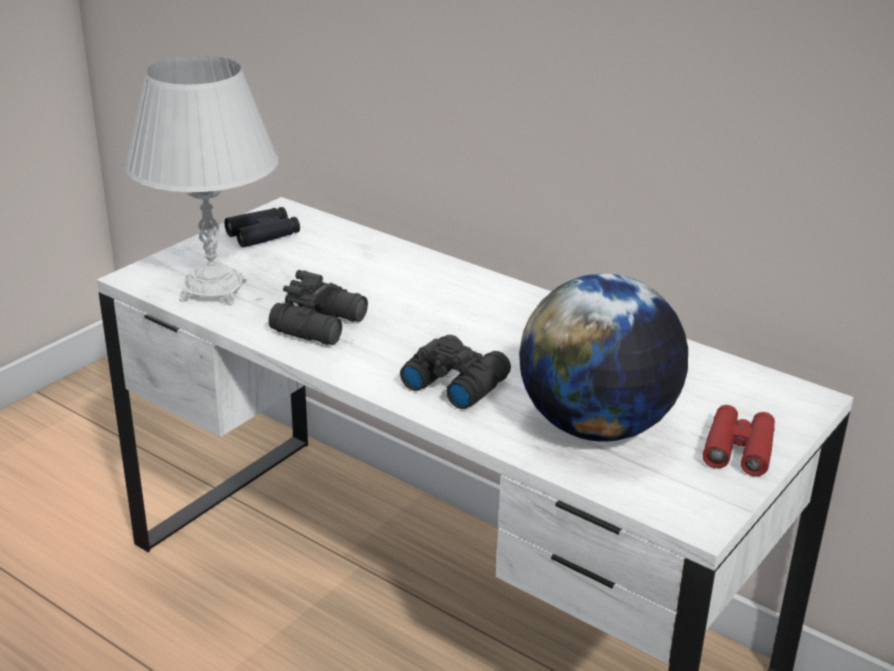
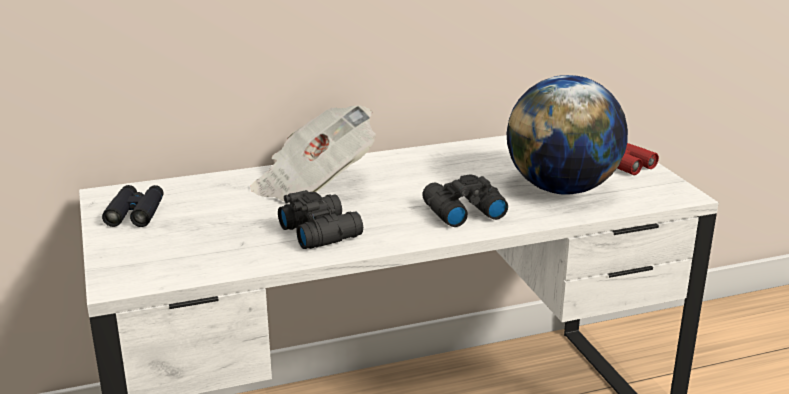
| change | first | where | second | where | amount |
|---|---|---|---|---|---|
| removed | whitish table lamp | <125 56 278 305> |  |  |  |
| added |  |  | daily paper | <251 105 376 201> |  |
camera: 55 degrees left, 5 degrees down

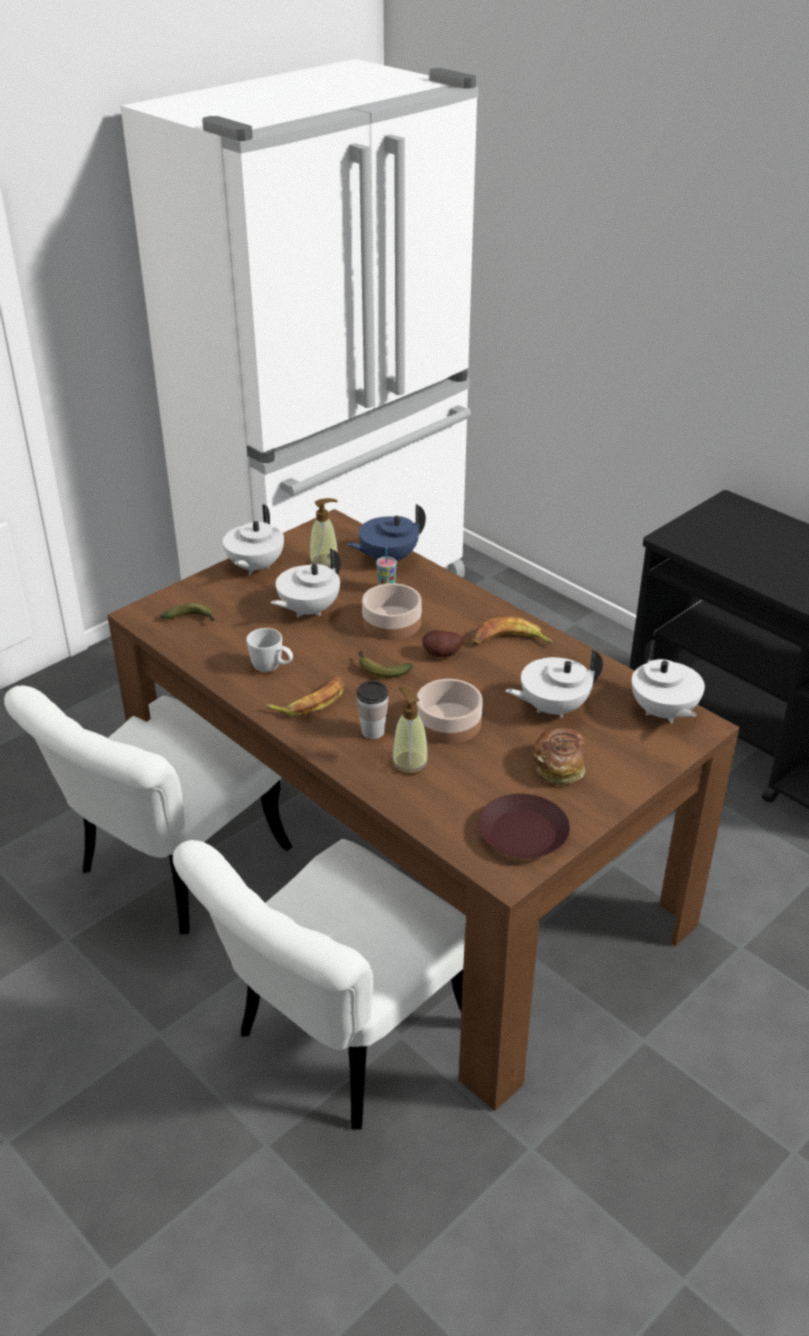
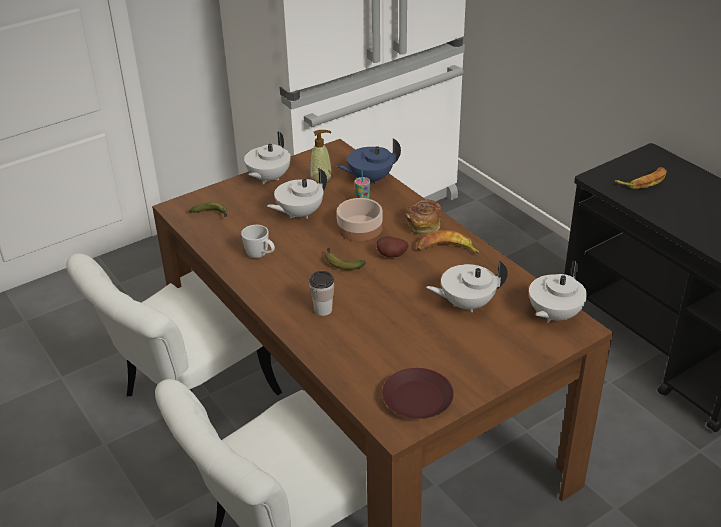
| change | first | where | second | where | amount |
|---|---|---|---|---|---|
| moved | whole banana | <265 677 345 717> |  | <615 167 667 189> |  |
| removed | soap bottle | <392 686 429 775> |  |  |  |
| removed | serving bowl | <416 679 483 744> |  |  |  |
| moved | bakery bread | <533 728 587 785> |  | <406 199 442 235> |  |
| turned | whitish pot for tea | <632 640 705 723> |  | <529 260 587 323> | 45 degrees clockwise |
camera: 10 degrees right, 0 degrees up

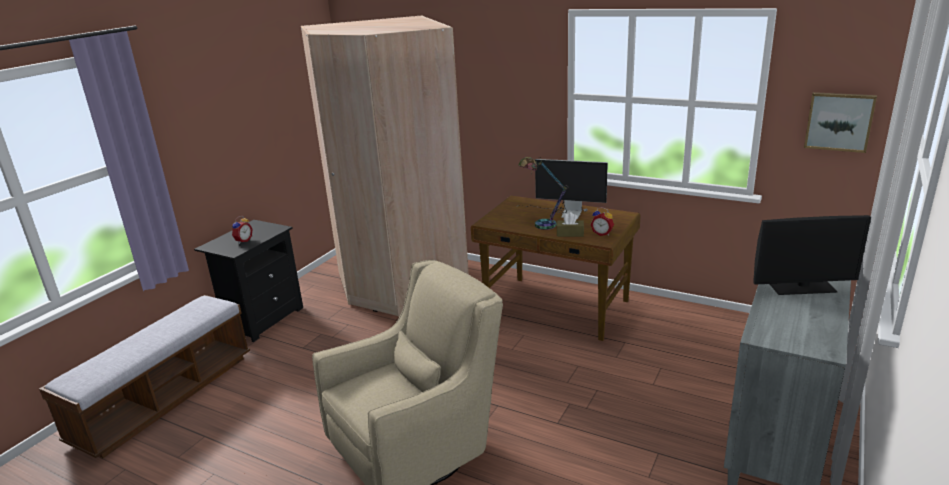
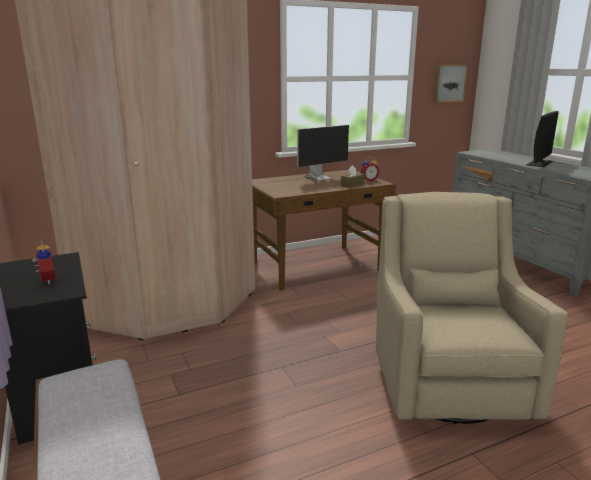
| change | first | where | second | where | amount |
|---|---|---|---|---|---|
| removed | table lamp | <518 157 568 230> |  |  |  |
camera: 55 degrees left, 5 degrees down

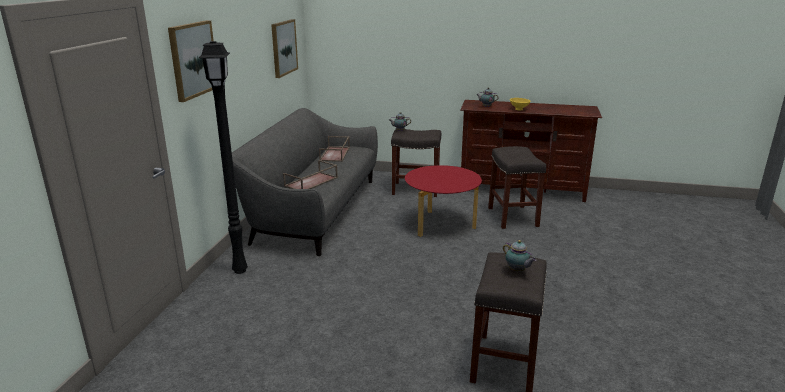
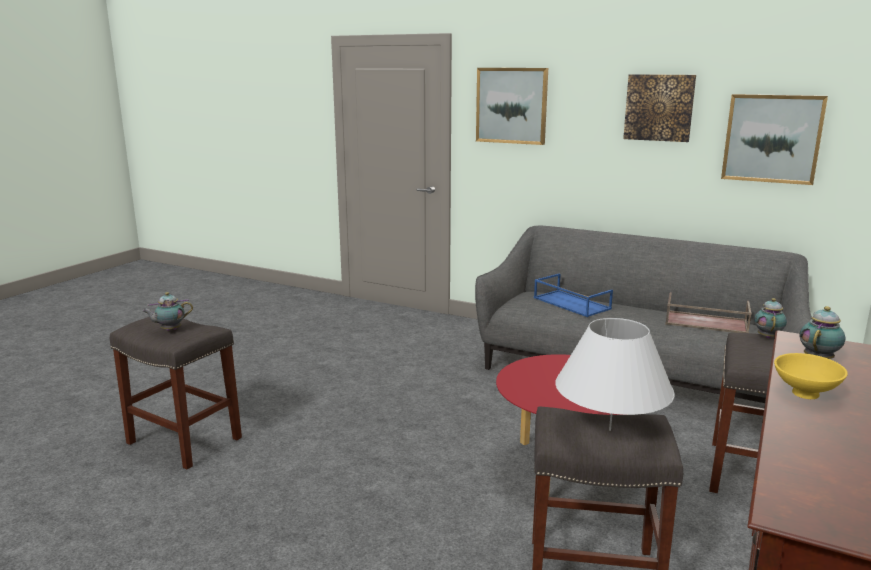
| change | first | where | second | where | amount |
|---|---|---|---|---|---|
| removed | black-coloured standard lamp | <199 41 248 274> |  |  |  |
| recoloured | brownish carrying tray | <283 160 338 189> | bluish carrying tray | <534 273 613 317> |  |
| added |  |  | whitish table lamp | <555 318 675 431> |  |
| added |  |  | wall art | <623 74 696 142> |  |
camera: 105 degrees right, 5 degrees down

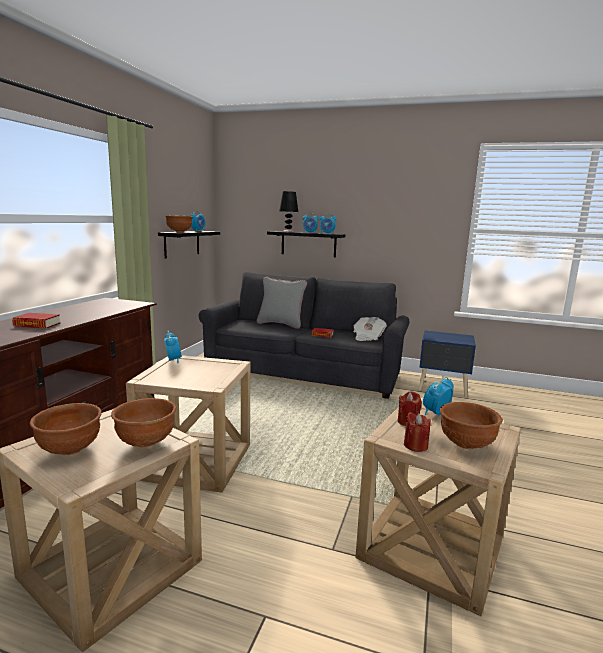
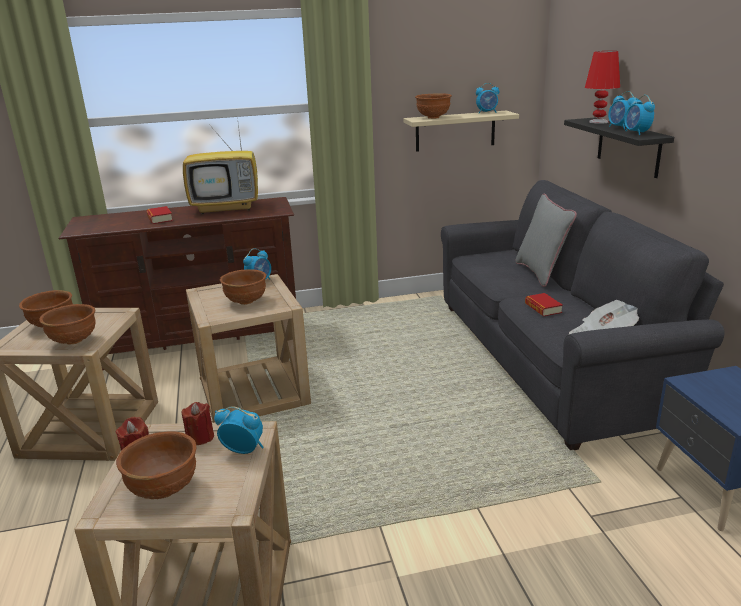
| change | first | where | second | where | amount |
|---|---|---|---|---|---|
| recoloured | black-coloured bracket shelf | <158 231 220 259> | beige-coloured bracket shelf | <404 111 519 152> |  |
| recoloured | black-coloured table lamp | <279 191 298 232> | red table lamp | <585 51 620 124> |  |
| added |  |  | television | <183 117 258 214> |  |
| added |  |  | brownish serving bowl | <220 269 266 305> |  |
camera: 60 degrees right, 10 degrees up

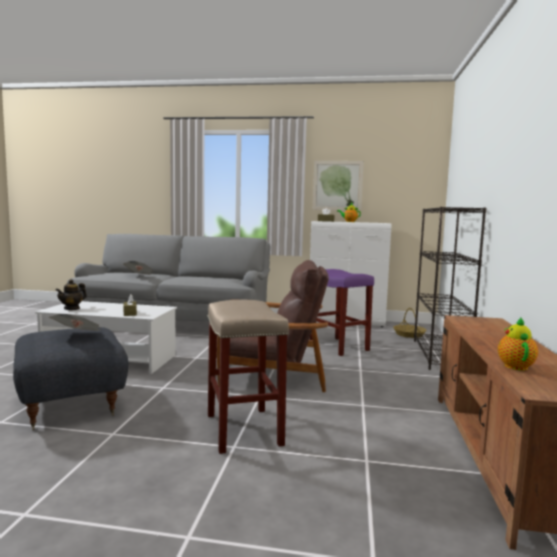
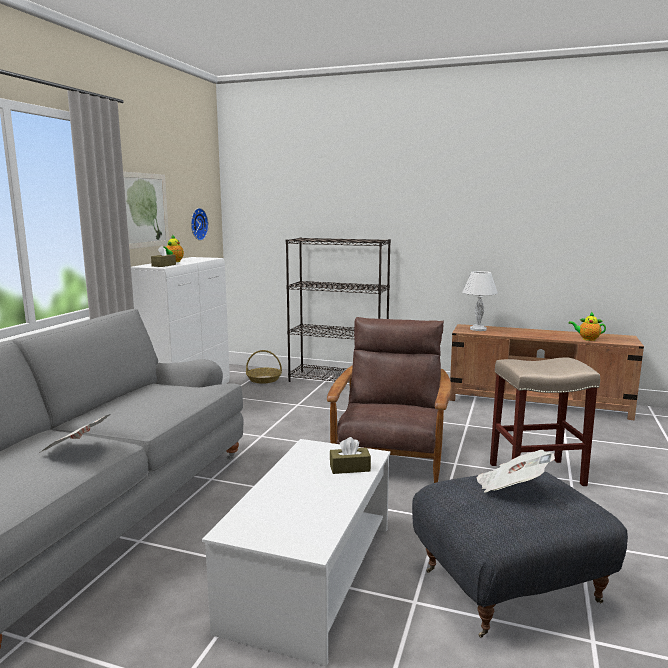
| change | first | where | second | where | amount |
|---|---|---|---|---|---|
| removed | pot for tea | <56 279 87 310> |  |  |  |
| removed | purple-coloured stool seat | <310 269 374 356> |  |  |  |
| added |  |  | clock on the wall | <191 208 209 241> |  |
| added |  |  | whitish table lamp | <463 271 498 331> |  |
camera: 80 degrees left, 5 degrees up

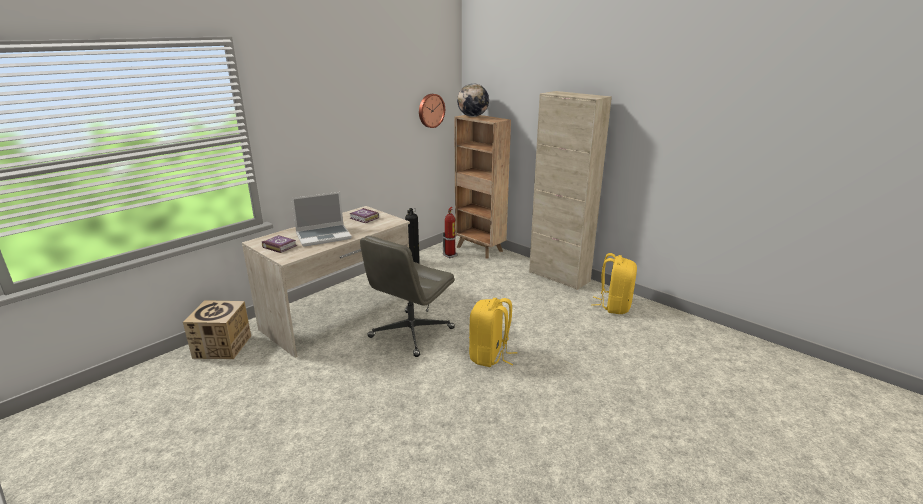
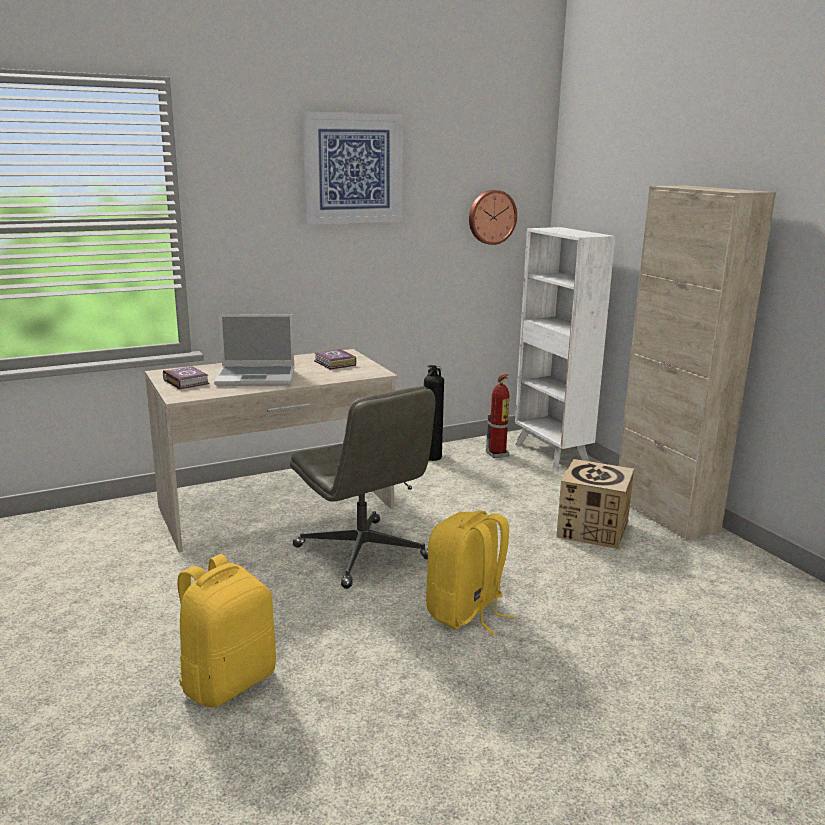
| change | first | where | second | where | amount |
|---|---|---|---|---|---|
| moved | packing box | <183 300 251 359> |  | <556 459 634 549> |  |
| turned | gray computer chair | <360 236 455 357> |  | <290 386 436 589> | 90 degrees counterclockwise |
| recoloured | brownish bookcase | <454 115 511 259> | whitish bookcase | <515 227 615 468> |  |
| removed | globe | <457 83 489 117> |  |  |  |
| moved | yellow-coloured backpack | <591 253 637 314> |  | <177 554 276 707> |  |
| added |  |  | wall art | <302 111 403 225> |  |
camera: 20 degrees right, 5 degrees down

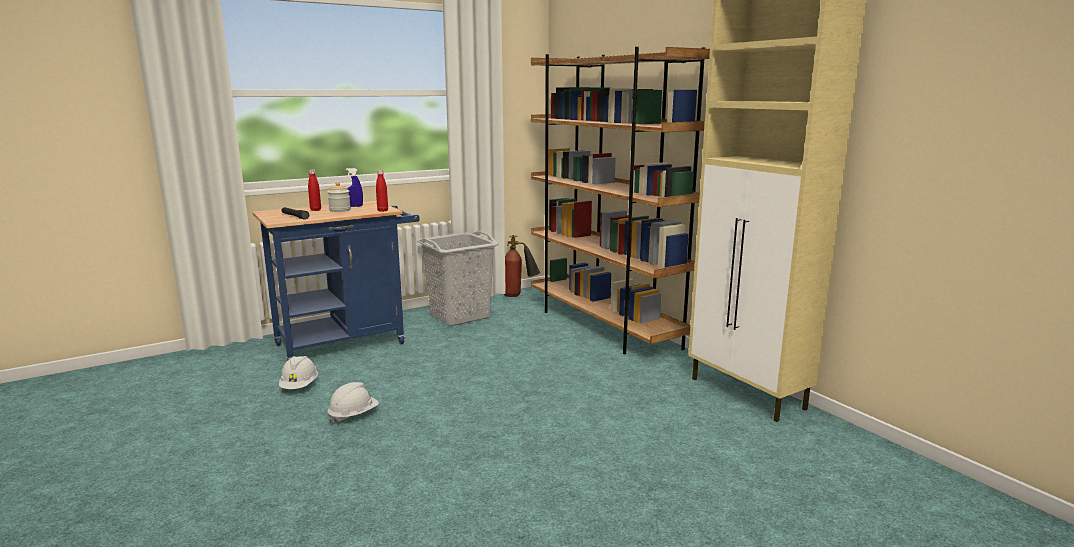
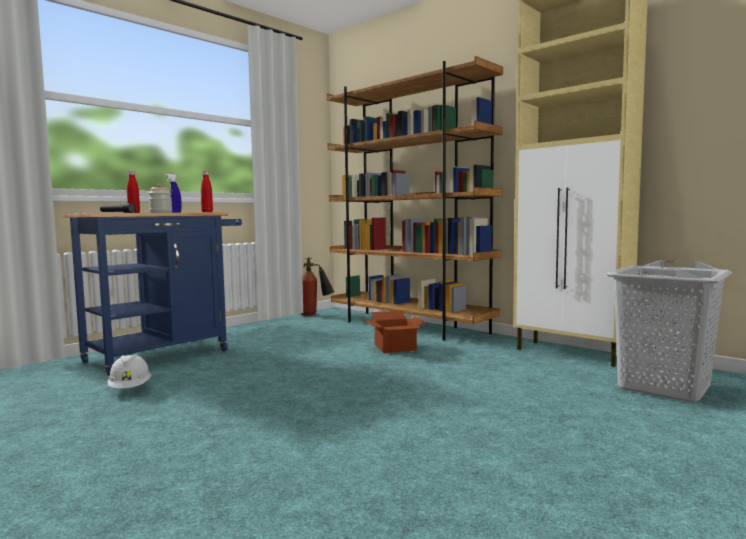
| change | first | where | second | where | amount |
|---|---|---|---|---|---|
| removed | whitish work helmet | <327 382 379 424> |  |  |  |
| moved | gray washing basket | <417 231 499 326> |  | <606 260 732 402> |  |
| added |  |  | packing box | <364 310 427 353> |  |
camera: 15 degrees left, 10 degrees down

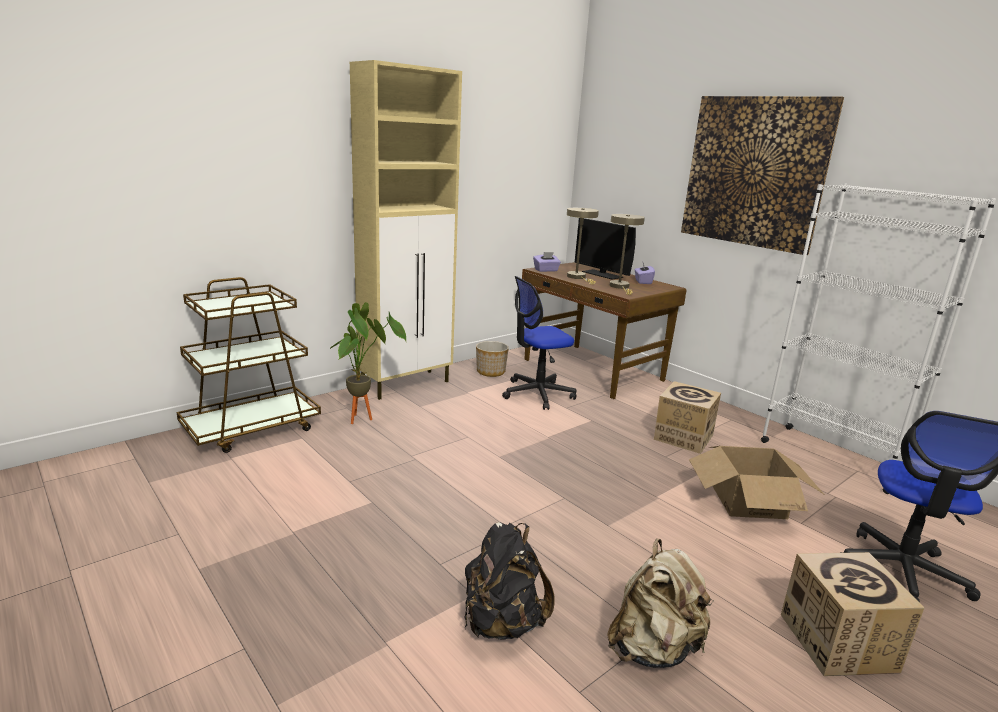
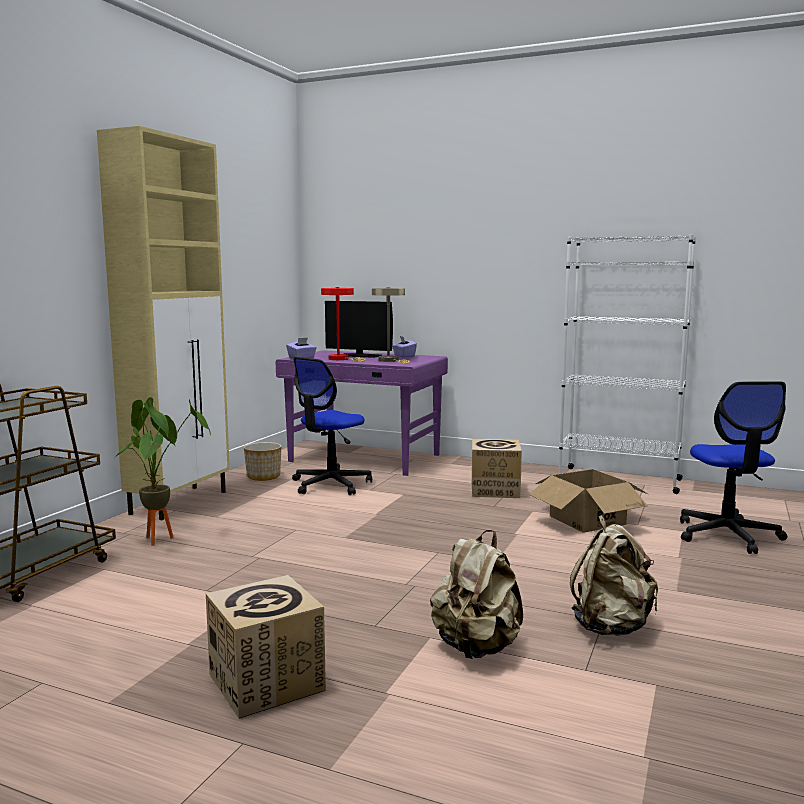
| change | first | where | second | where | amount |
|---|---|---|---|---|---|
| recoloured | black-coloured backpack | <464 522 554 640> | beige-coloured backpack | <430 530 523 659> |  |
| recoloured | brownish desk unit | <522 262 686 399> | purple-coloured desk unit | <276 350 448 476> |  |
| recoloured | beige-coloured table lamp | <567 208 599 284> | red table lamp | <321 287 365 362> |  |
| removed | wall art | <681 96 844 255> |  |  |  |
| moved | packing box | <781 552 925 676> |  | <206 575 326 719> |  |
camera: 25 degrees left, 10 degrees down

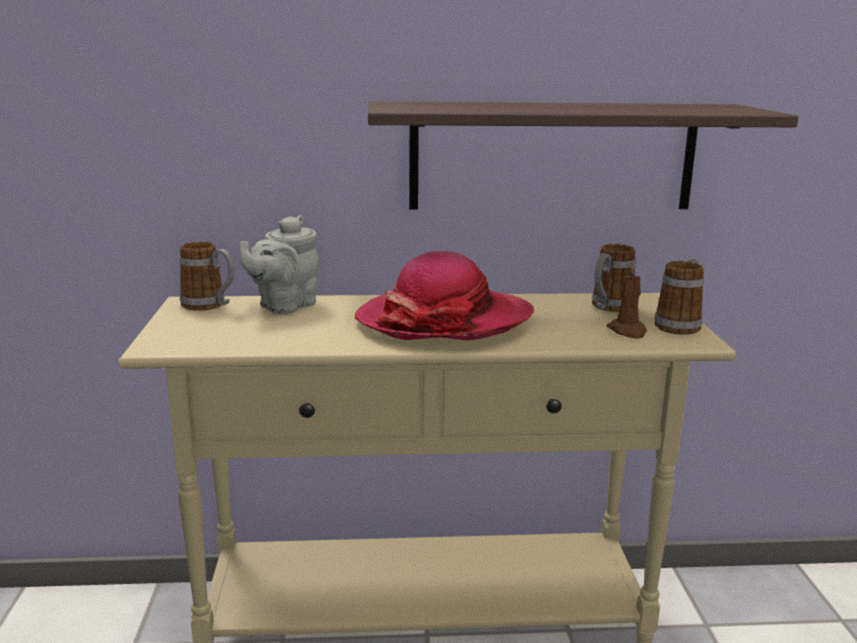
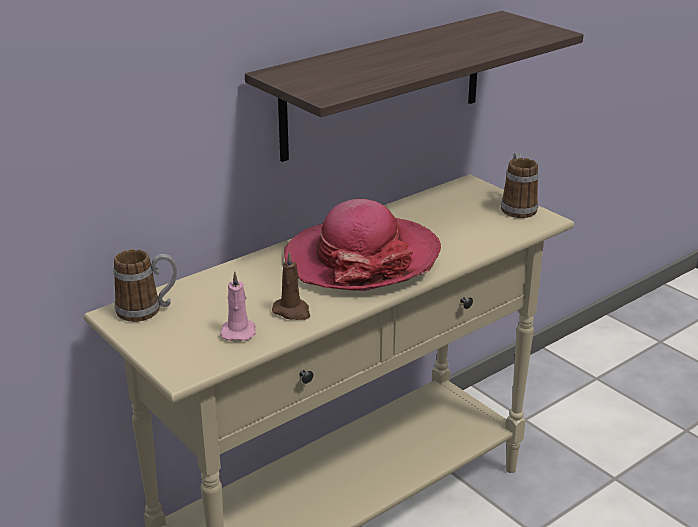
| change | first | where | second | where | amount |
|---|---|---|---|---|---|
| removed | gray pot for tea | <239 215 319 314> |  |  |  |
| removed | tea mug | <592 244 636 312> |  |  |  |
| moved | brownish wax candle | <607 261 647 338> |  | <272 252 310 320> |  |
| added |  |  | pink wax candle | <220 272 256 341> |  |
camera: 35 degrees left, 10 degrees up

